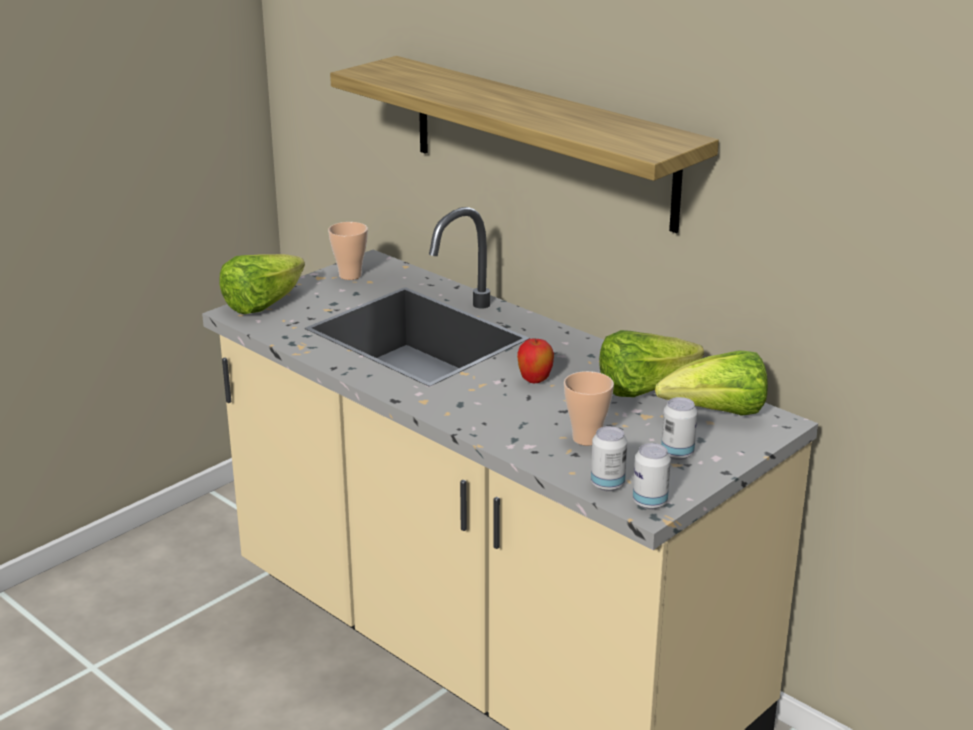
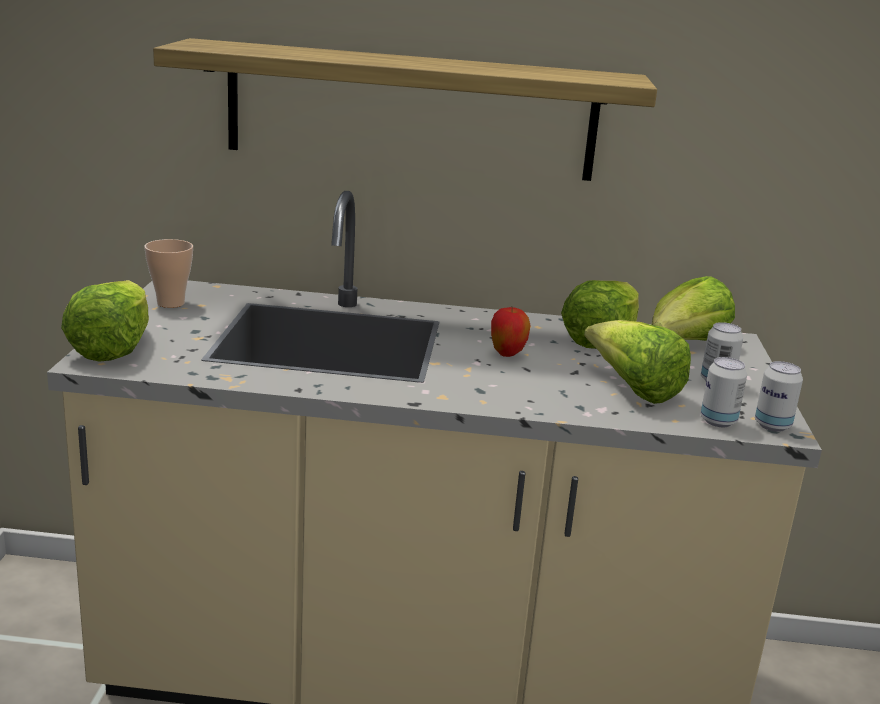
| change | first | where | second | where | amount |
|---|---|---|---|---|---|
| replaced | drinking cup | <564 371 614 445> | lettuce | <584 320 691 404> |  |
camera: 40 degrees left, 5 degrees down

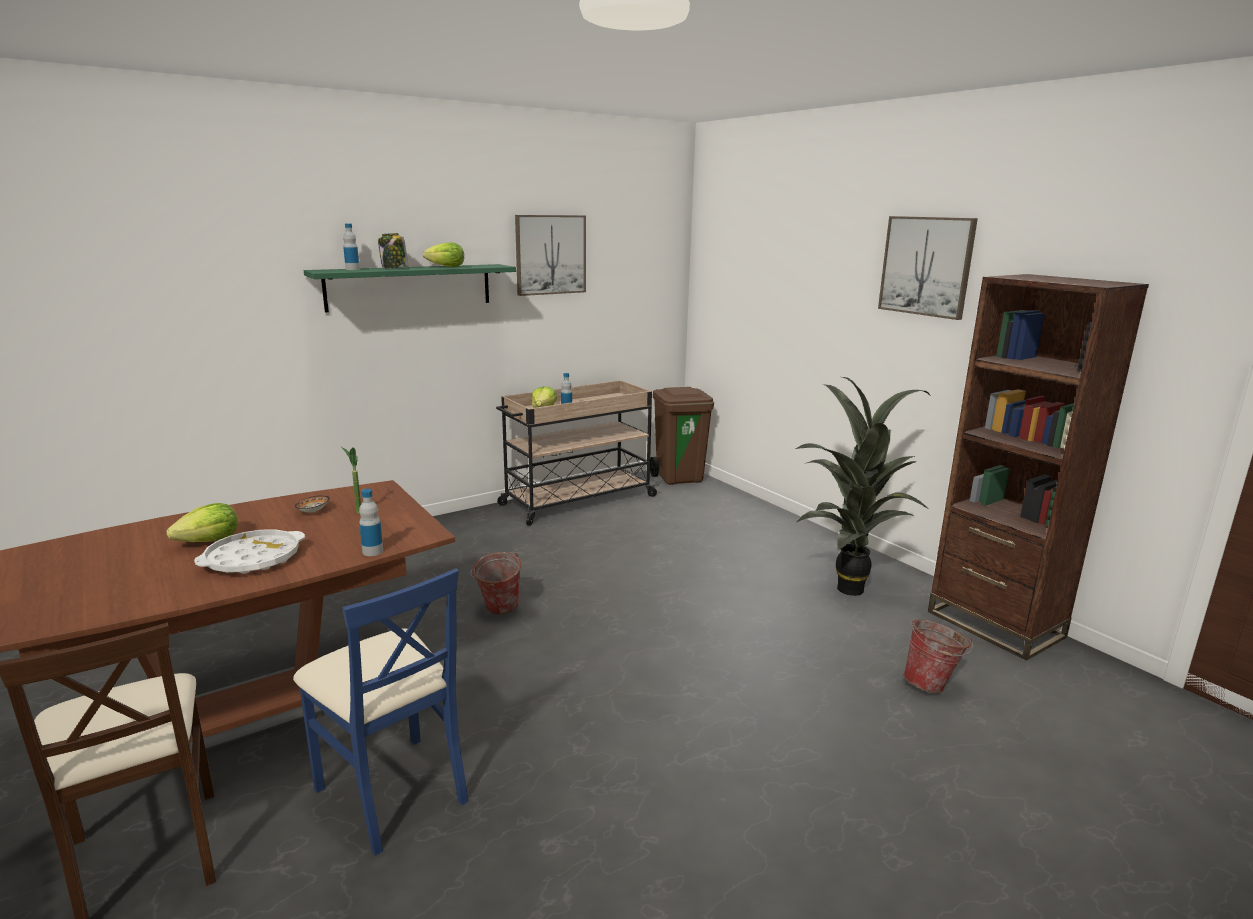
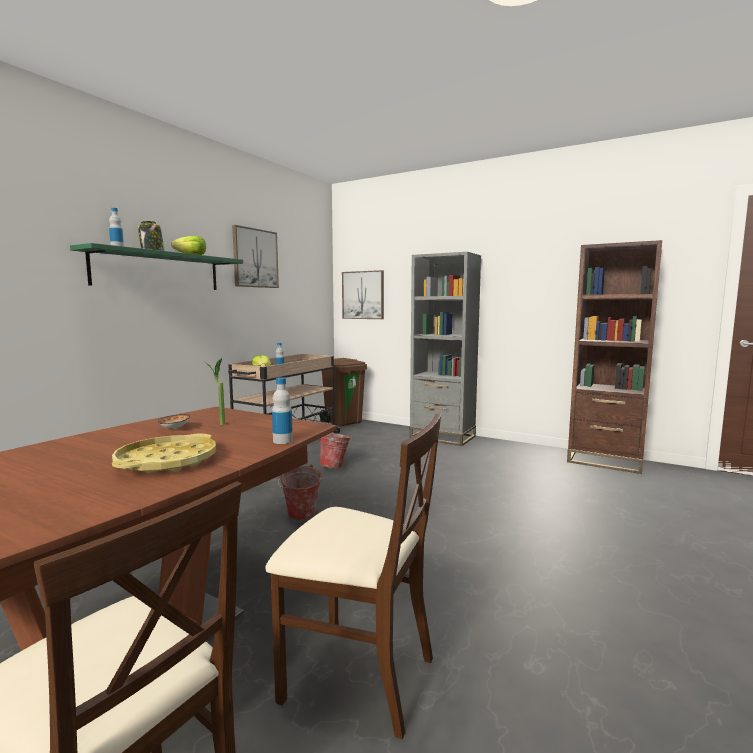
| change | first | where | second | where | amount |
|---|---|---|---|---|---|
| removed | lettuce | <167 503 238 542> |  |  |  |
| recoloured | whitish carrying tray | <194 530 305 574> | yellow-coloured carrying tray | <112 433 216 473> |  |
| recoloured | bluish chair | <293 568 469 856> | beige-coloured chair | <265 414 441 739> |  |
| removed | houseplant | <796 377 931 596> |  |  |  |
| moved | wall art | <878 216 978 320> |  | <342 270 384 319> |  |
| moved | pail | <903 620 973 693> |  | <320 433 352 468> |  |
| added |  |  | gray bookcase | <409 252 481 446> |  |
camera: 25 degrees left, 10 degrees down

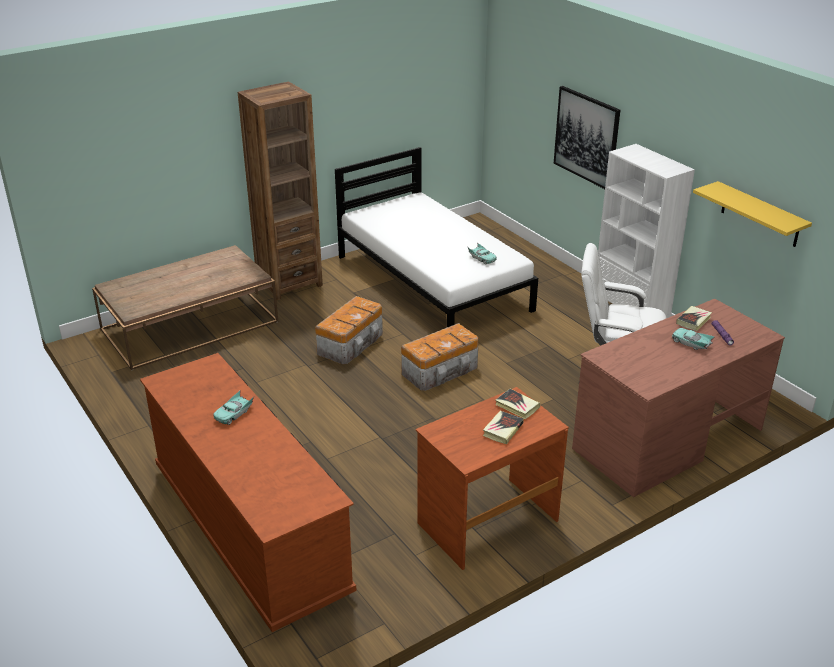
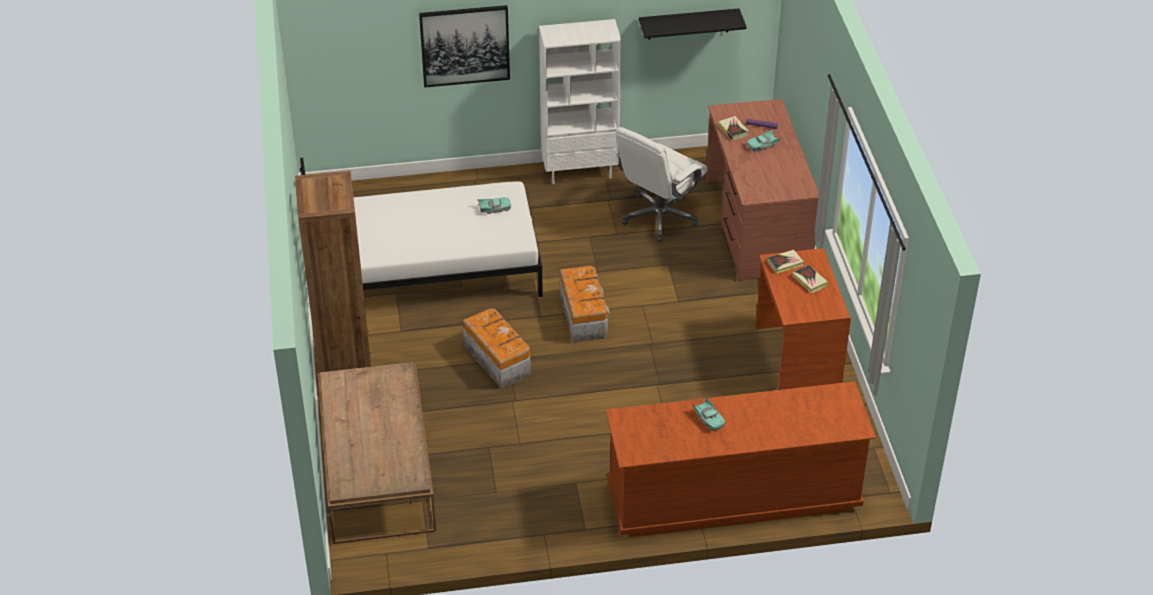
| change | first | where | second | where | amount |
|---|---|---|---|---|---|
| recoloured | yellow-coloured bracket shelf | <693 181 812 247> | black-coloured bracket shelf | <639 8 747 40> |  |
camera: 65 degrees left, 10 degrees up

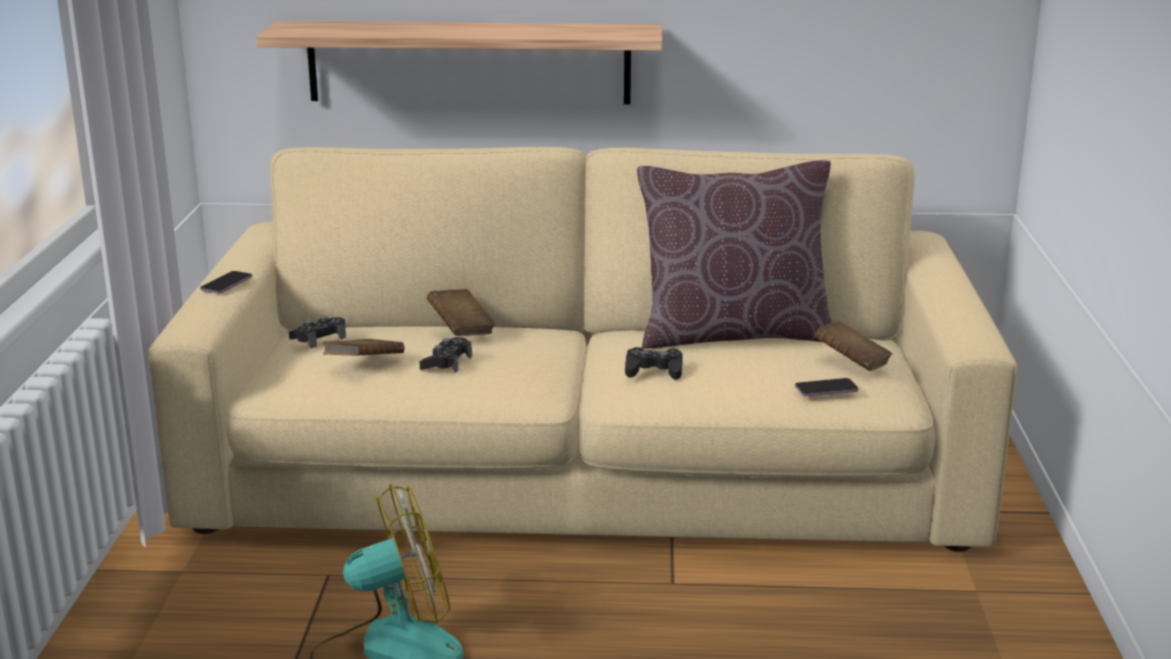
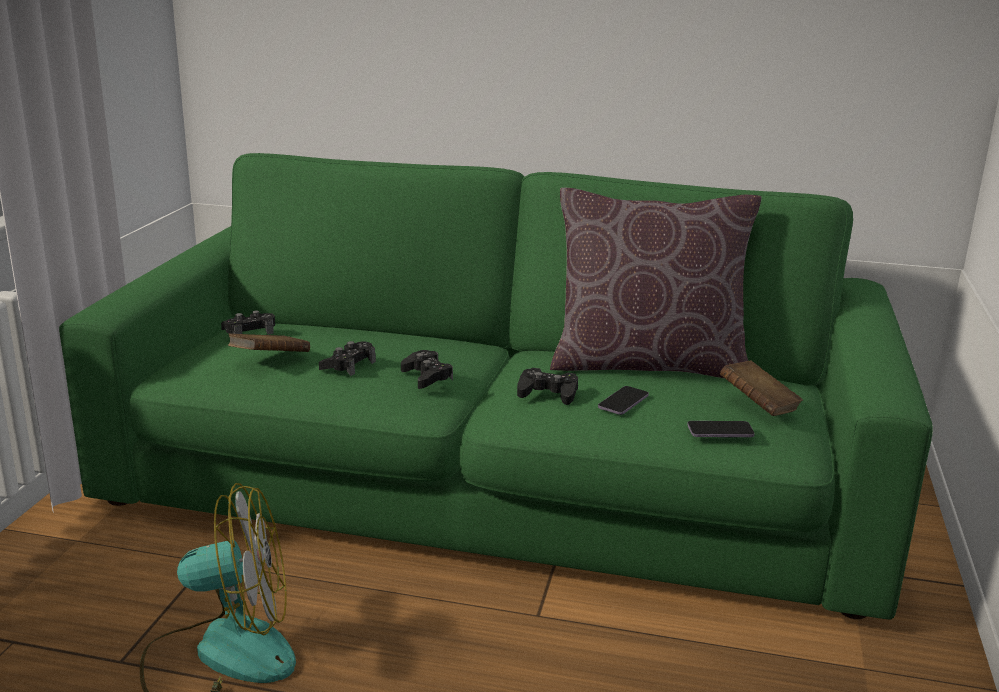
| change | first | where | second | where | amount |
|---|---|---|---|---|---|
| recoloured | beige-coloured settee | <149 147 1017 552> | greenish settee | <59 153 933 619> |  |
| moved | phone | <200 271 252 293> |  | <598 386 649 415> |  |
| removed | bracket shelf | <256 21 662 104> |  |  |  |
| removed | brownish book | <427 289 496 336> |  |  |  |
| added |  |  | black-coloured gamepad | <401 350 453 389> |  |
camera: 10 degrees right, 0 degrees up

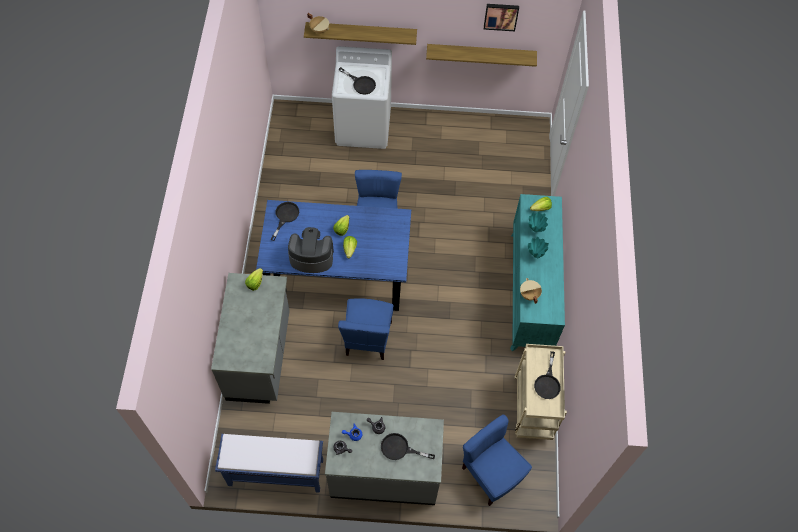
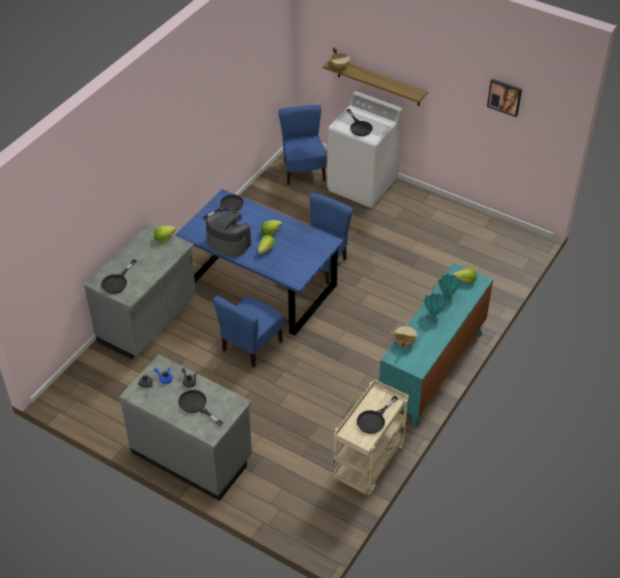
| change | first | where | second | where | amount |
|---|---|---|---|---|---|
| removed | bluish long seat | <215 434 323 493> |  |  |  |
| removed | bracket shelf | <426 44 537 67> |  |  |  |
| moved | bluish chair | <462 414 532 506> |  | <278 105 327 185> |  |
| added |  |  | black-coloured skillet | <101 259 137 294> |  |
camera: 30 degrees right, 15 degrees down

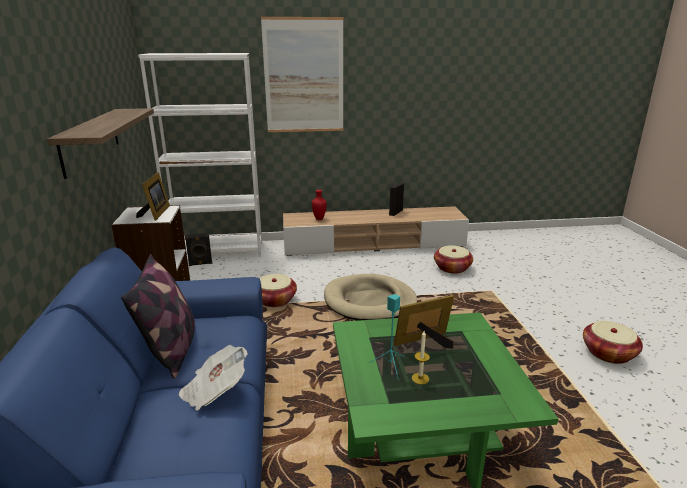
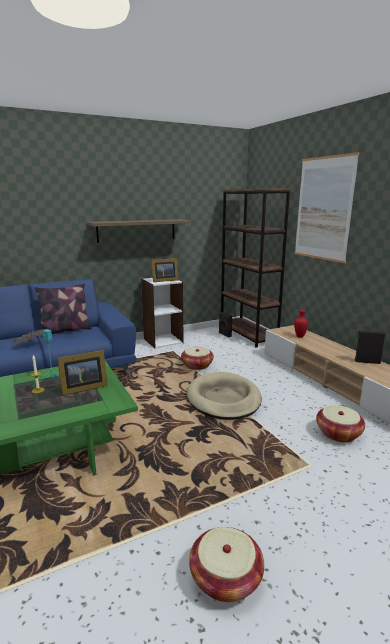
| change | first | where | second | where | amount |
|---|---|---|---|---|---|
| recoloured | whitish bookcase | <138 53 262 257> | brownish bookcase | <221 188 290 348> |  |
| turned | photo frame | <394 295 454 349> |  | <57 350 108 395> | 105 degrees clockwise |
camera: 70 degrees right, 5 degrees down

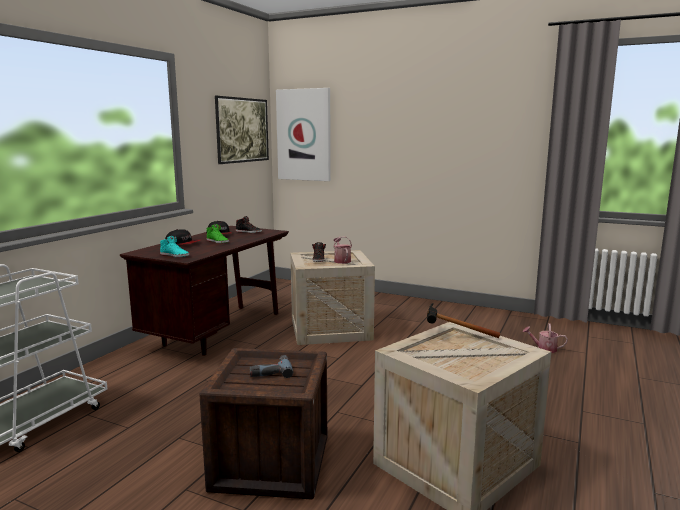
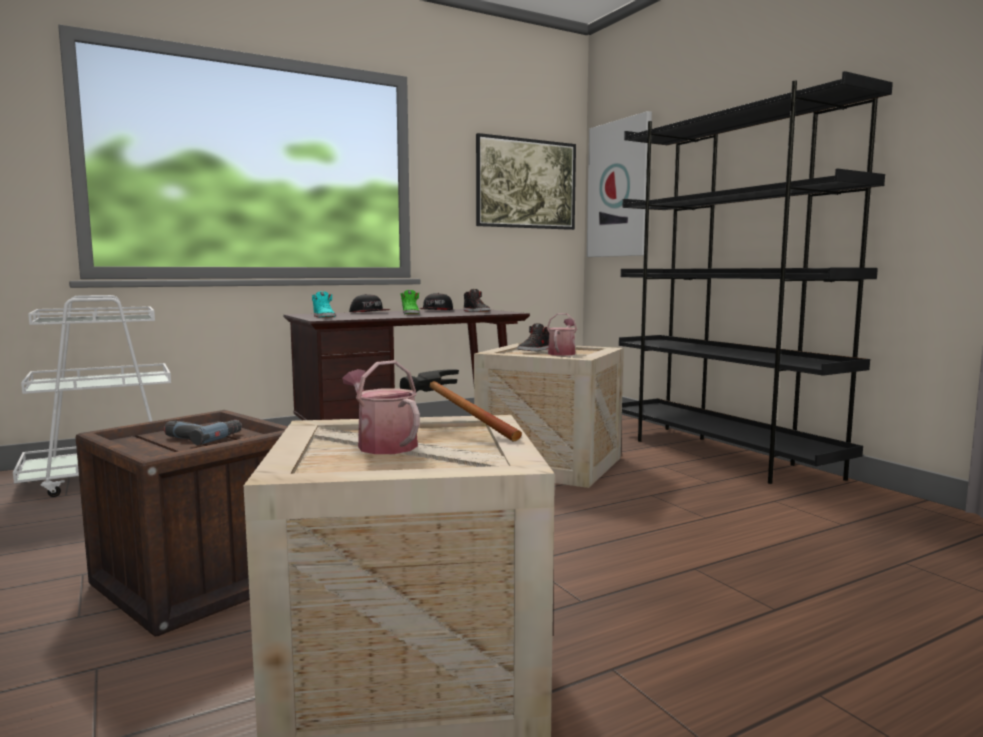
| change | first | where | second | where | amount |
|---|---|---|---|---|---|
| moved | watering can | <523 323 568 353> |  | <342 360 420 454> |  |
| added |  |  | black-coloured bookcase | <619 71 893 484> |  |
camera: 35 degrees right, 5 degrees down

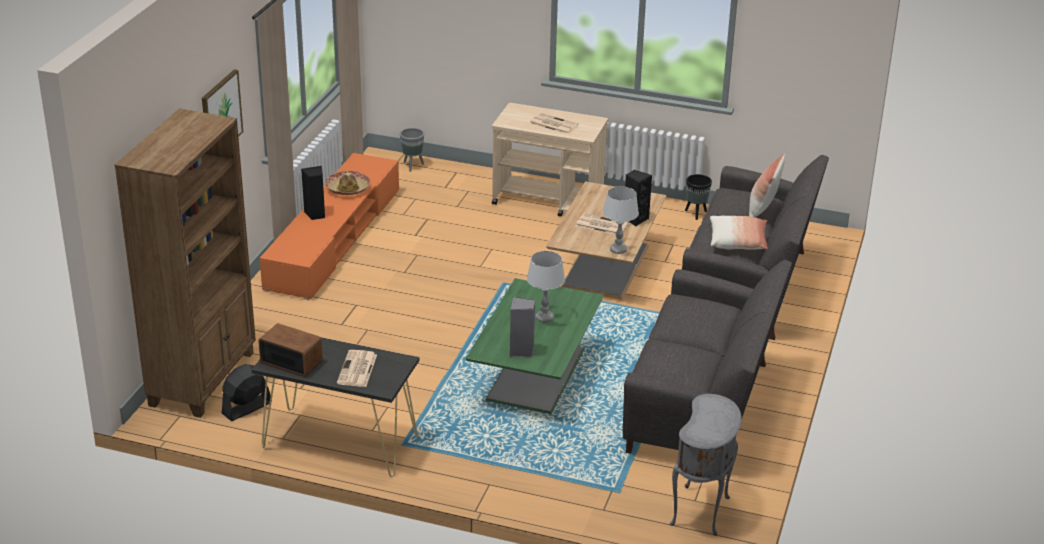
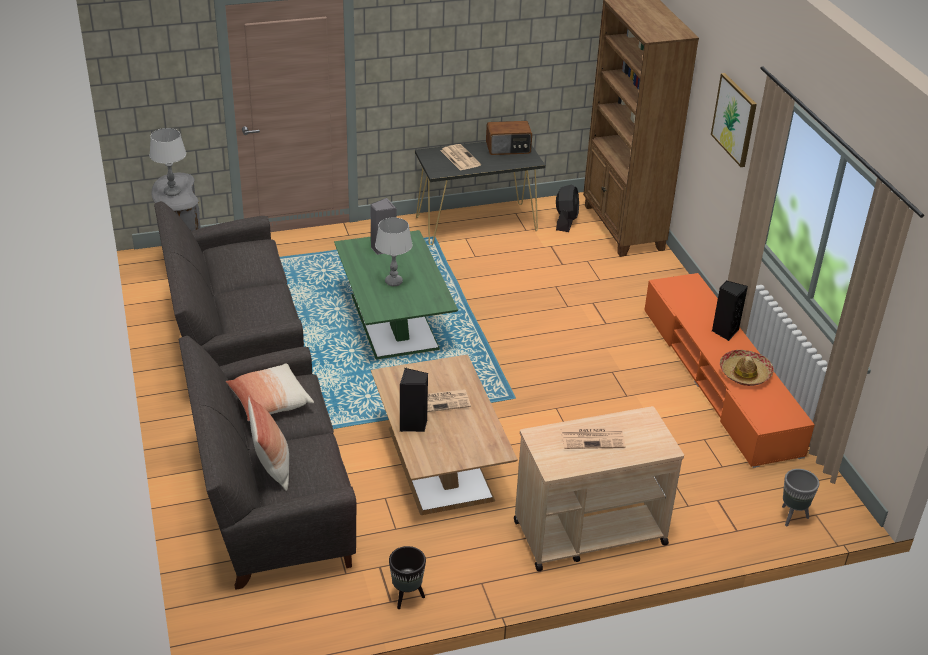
| change | first | where | second | where | amount |
|---|---|---|---|---|---|
| moved | gray table lamp | <603 186 639 254> |  | <149 128 186 196> |  |
camera: 145 degrees right, 5 degrees up

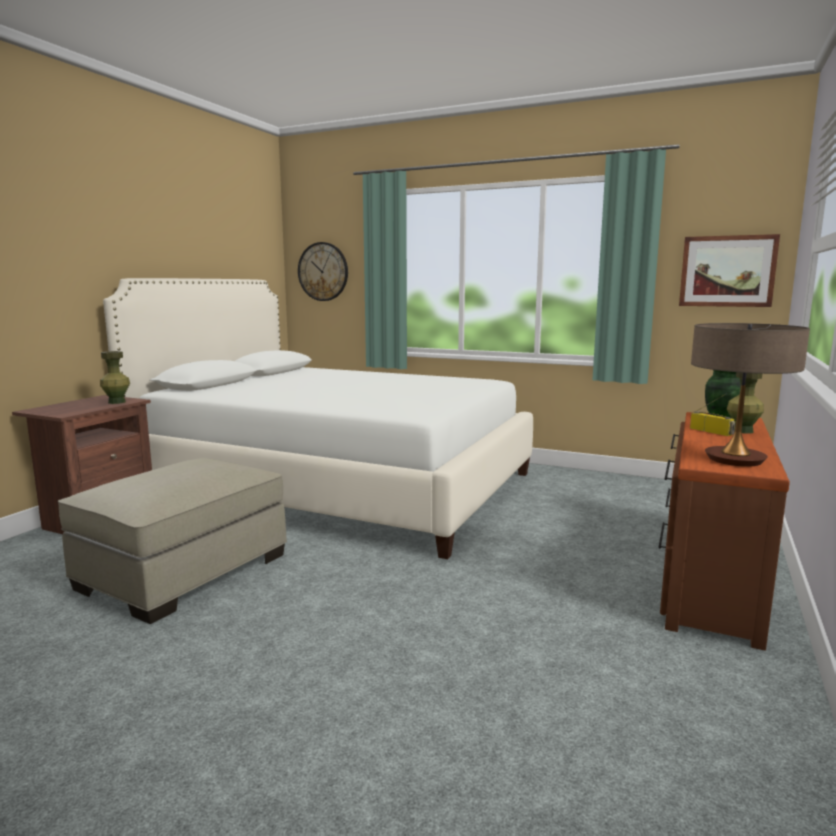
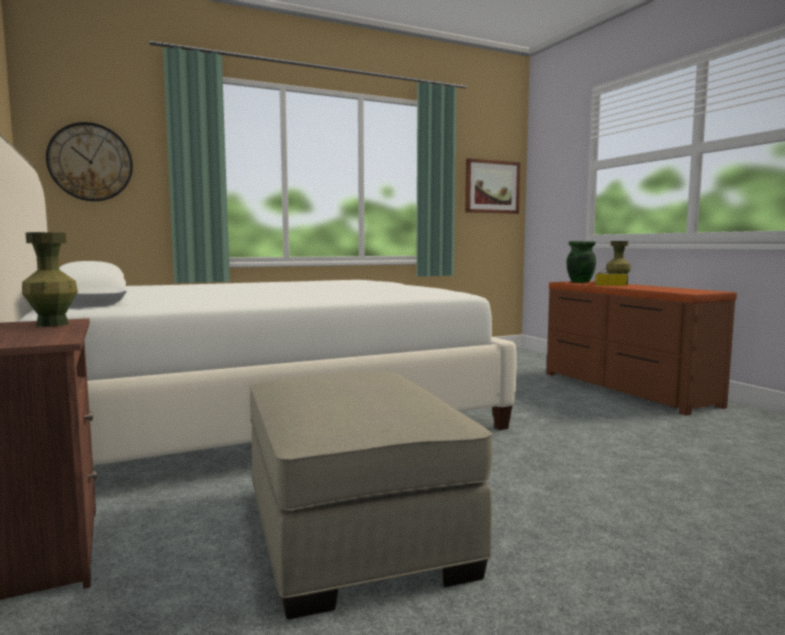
| change | first | where | second | where | amount |
|---|---|---|---|---|---|
| removed | table lamp | <691 323 810 467> |  |  |  |
camera: 50 degrees left, 5 degrees down

